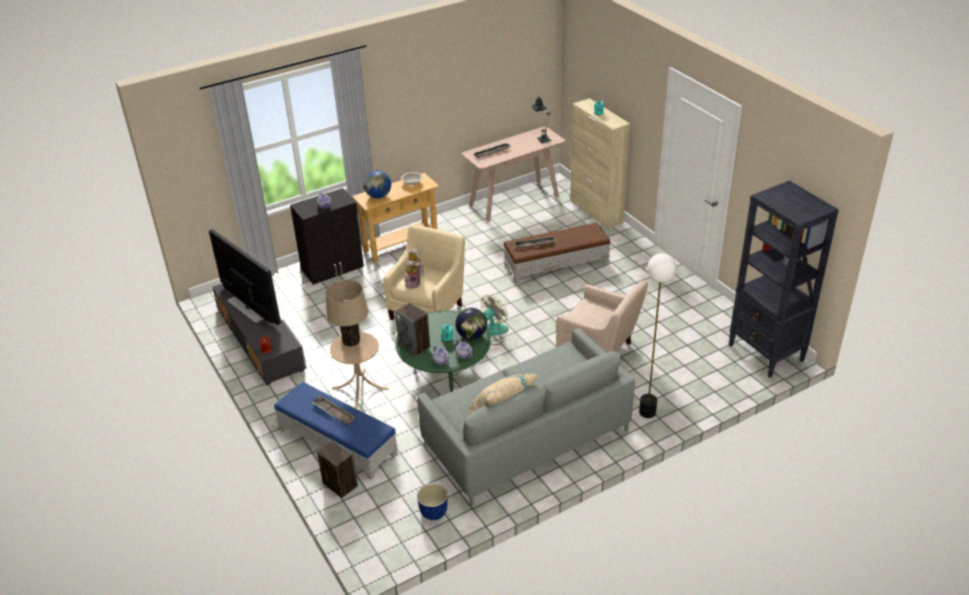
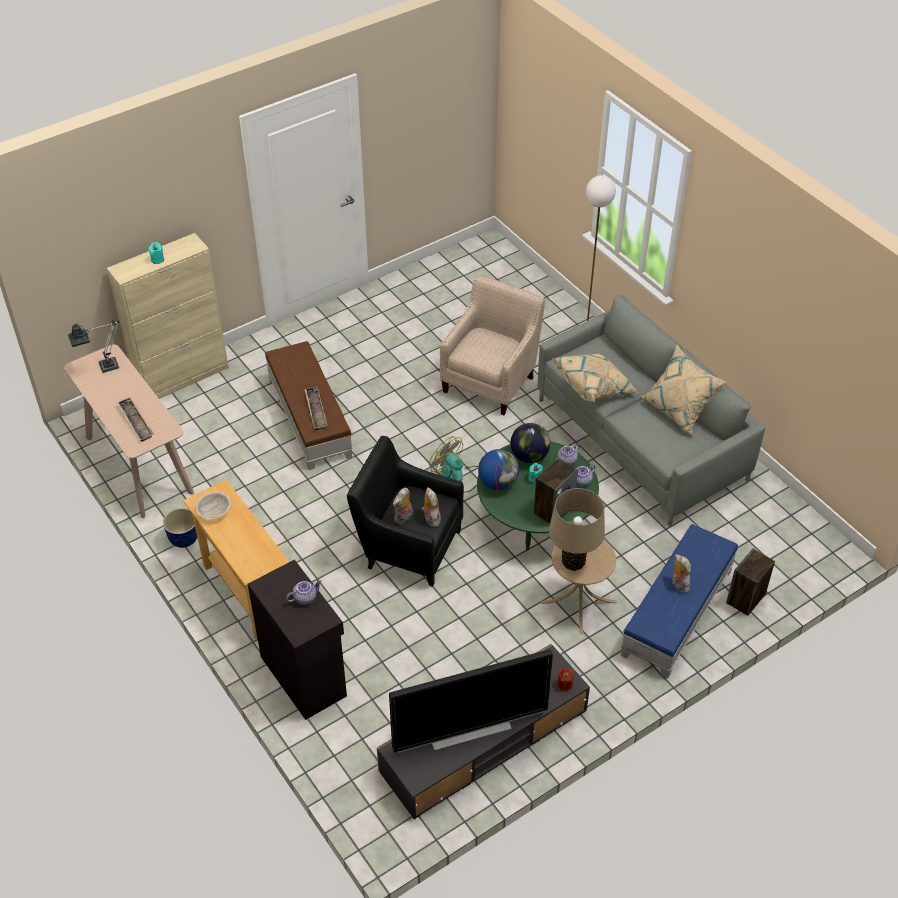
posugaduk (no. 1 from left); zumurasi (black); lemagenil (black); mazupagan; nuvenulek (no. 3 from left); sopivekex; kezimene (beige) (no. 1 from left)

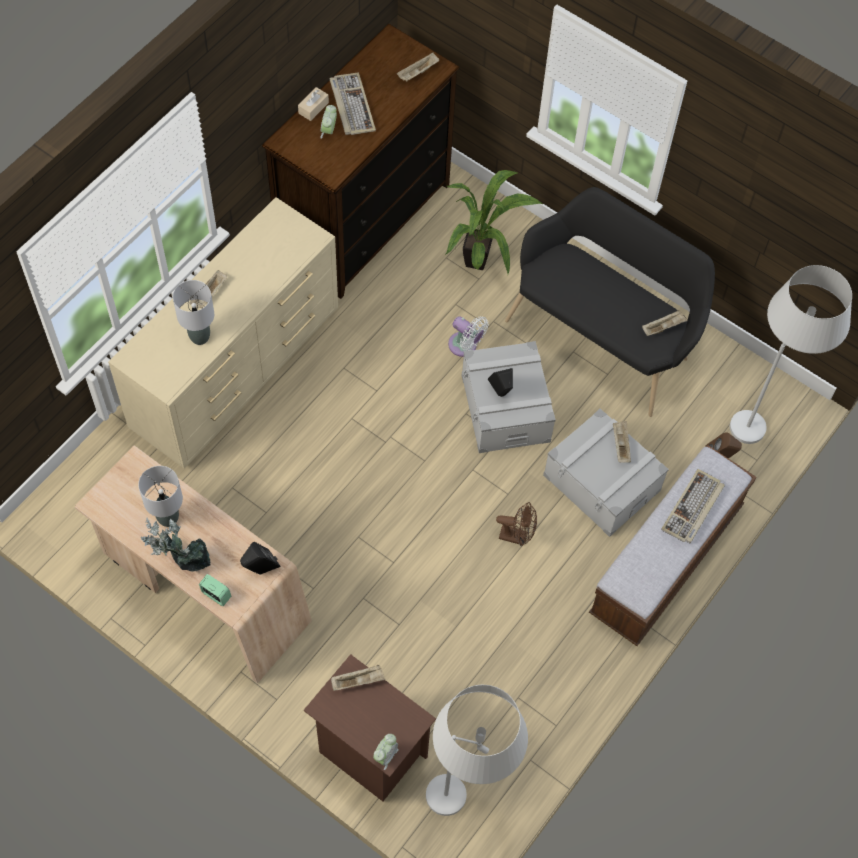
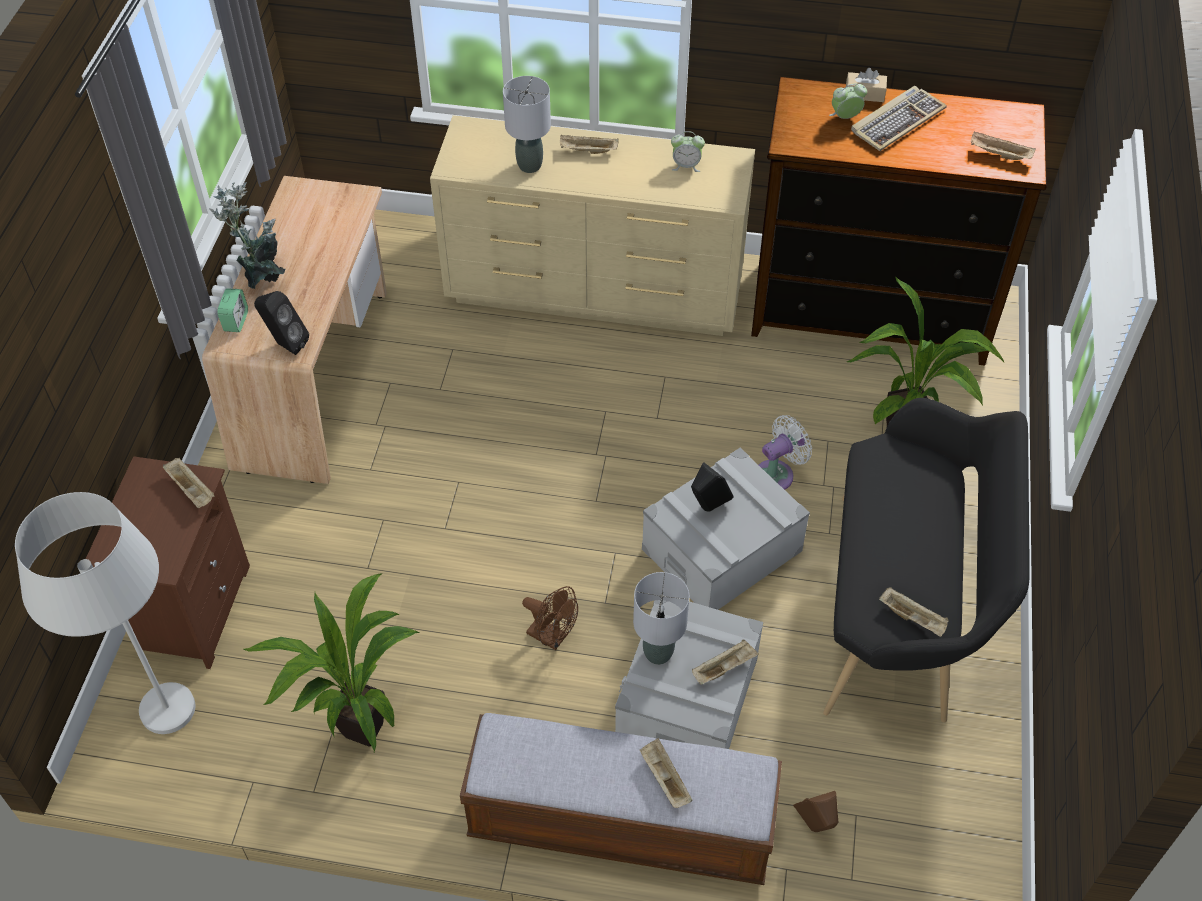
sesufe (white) (no. 2 from left in the first image); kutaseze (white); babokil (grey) (no. 2 from left); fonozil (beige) (no. 3 from left); kutaseze (brown); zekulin (no. 2 from left); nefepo (no. 2 from left)

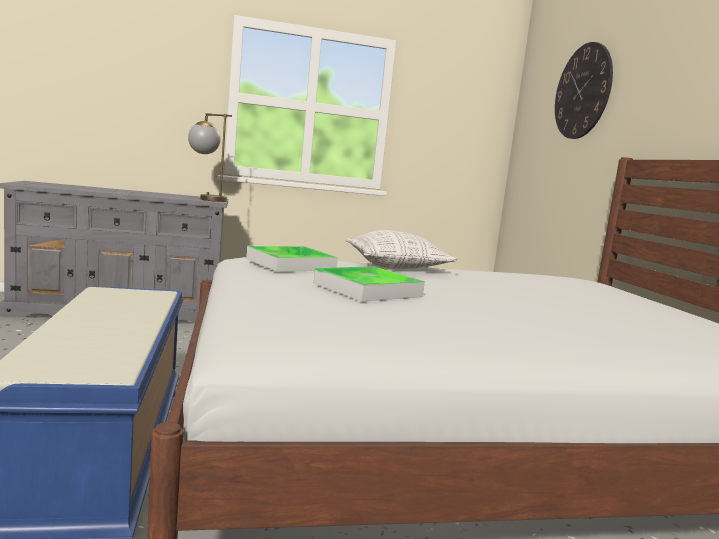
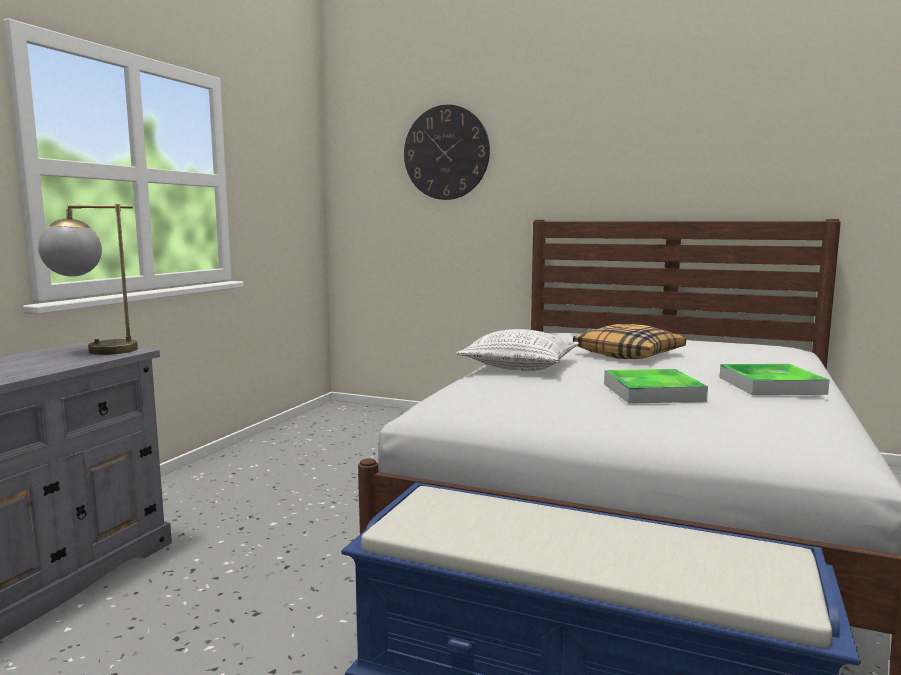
fonozil (no. 2 from left); kezimene (no. 2 from left)

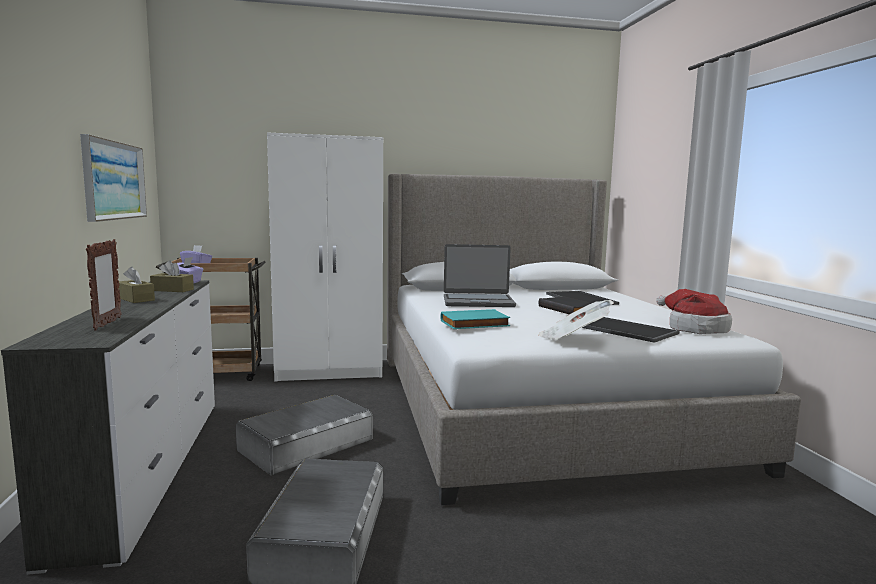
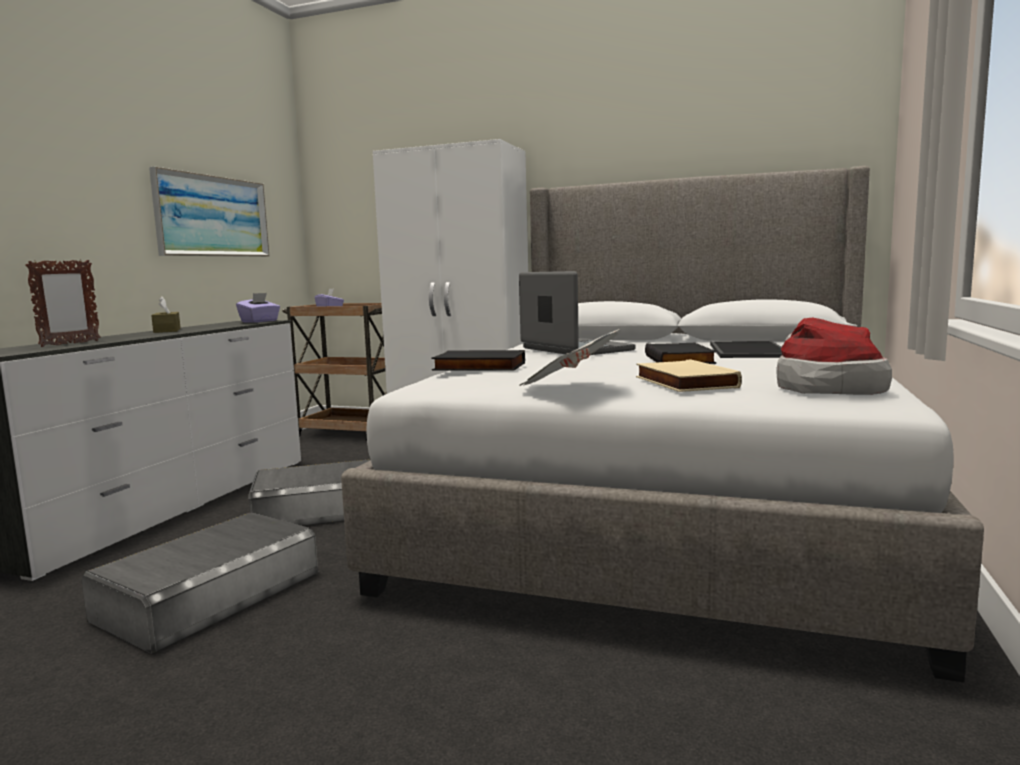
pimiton; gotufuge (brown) (no. 2 from left in the first image); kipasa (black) (no. 1 from left); kipasa (beige)

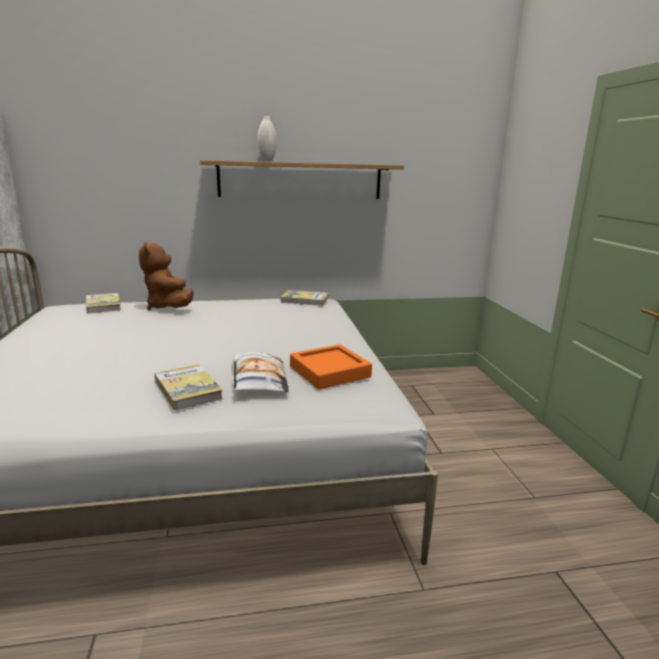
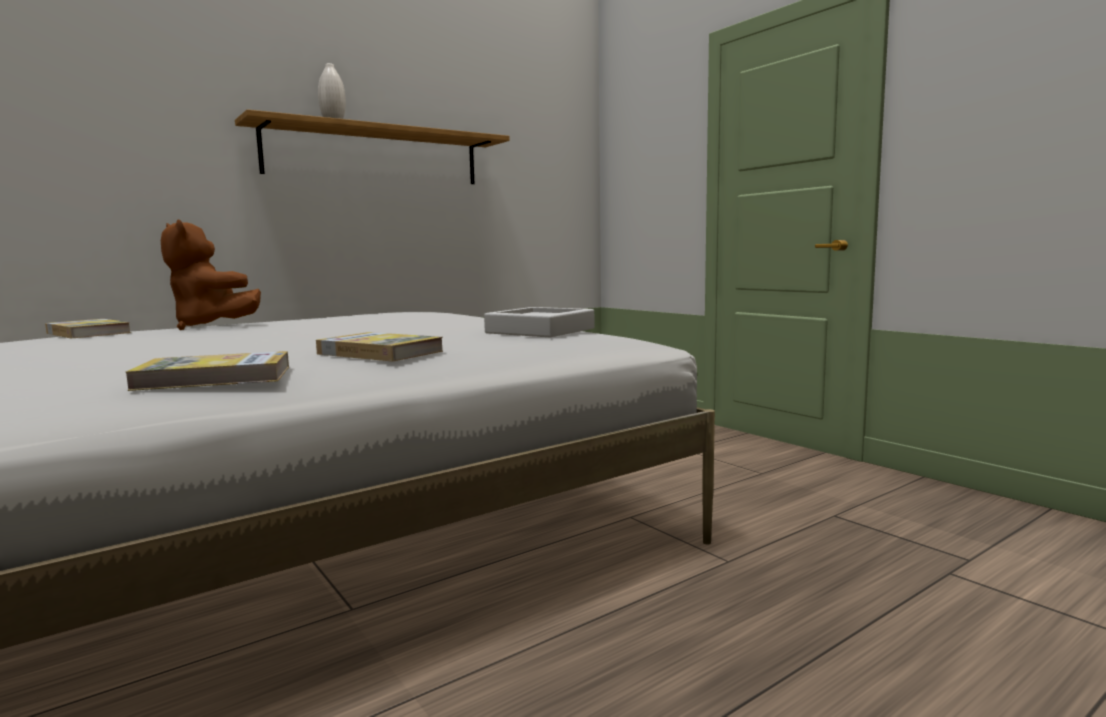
kipasa (no. 2 from left); fonozil (grey); kezimene

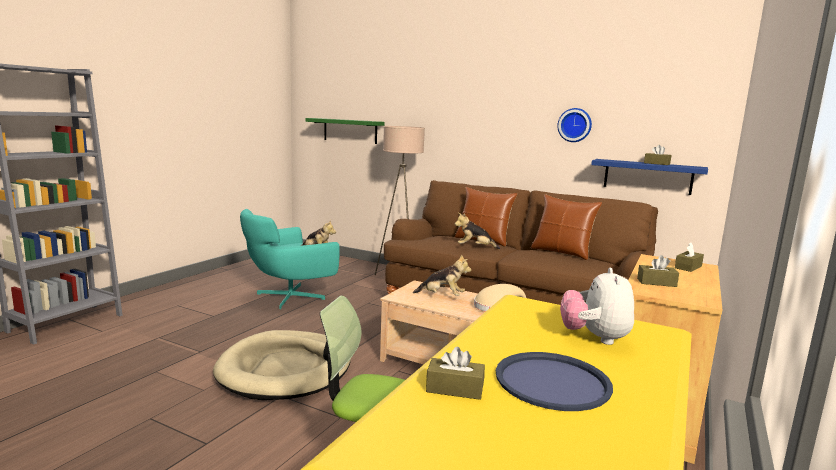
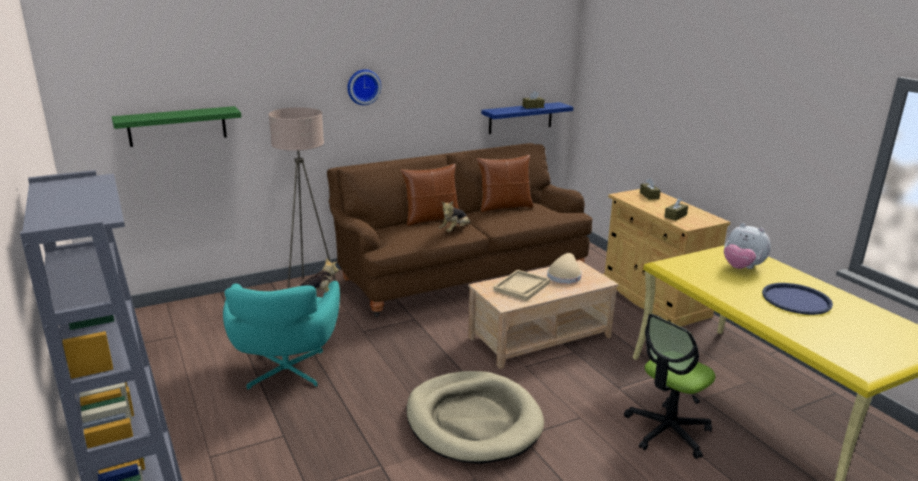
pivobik; fonozil (beige); gotufuge (brown) (no. 1 from left in the first image)

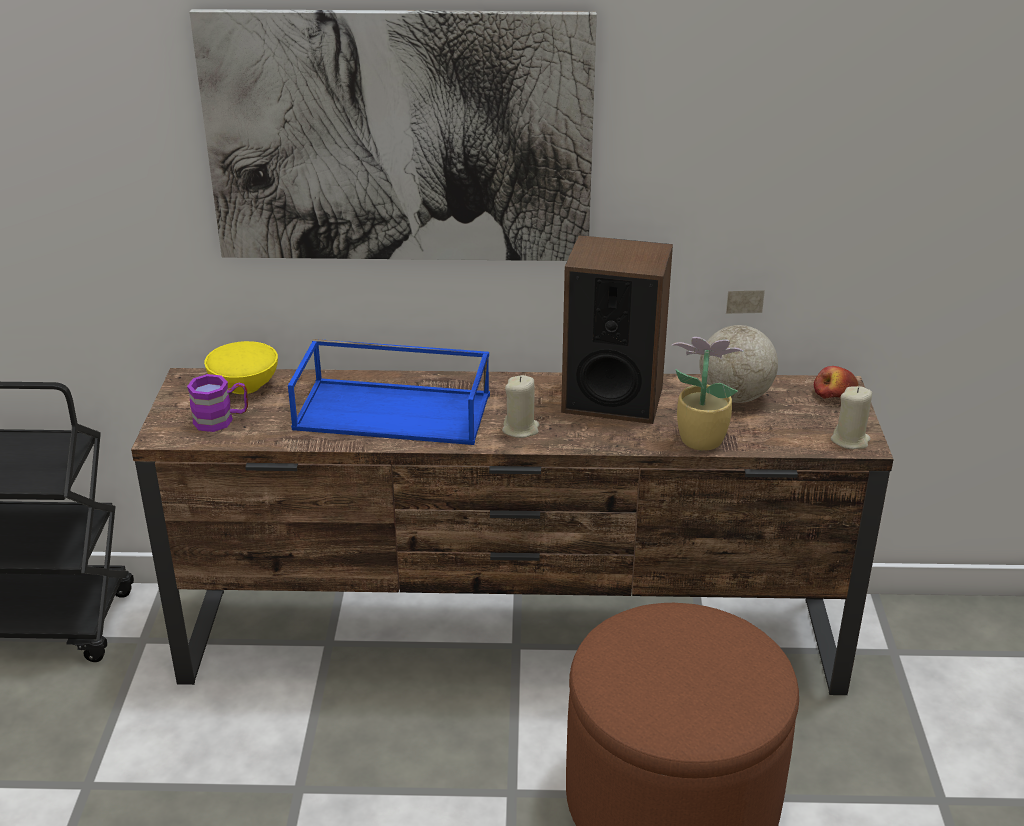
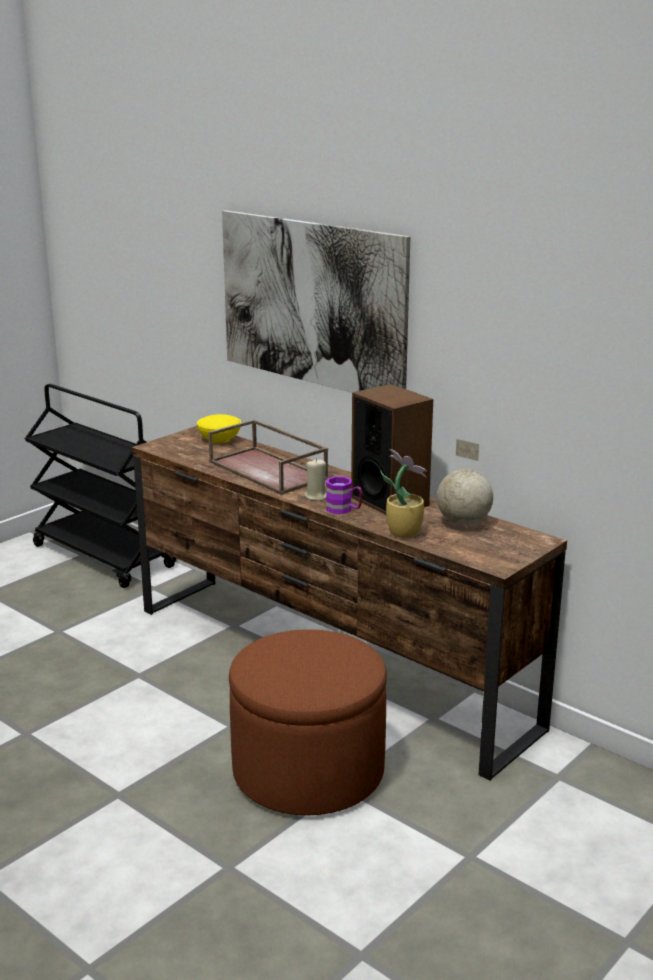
fonozil (brown); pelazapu; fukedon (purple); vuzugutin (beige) (no. 2 from left in the first image)

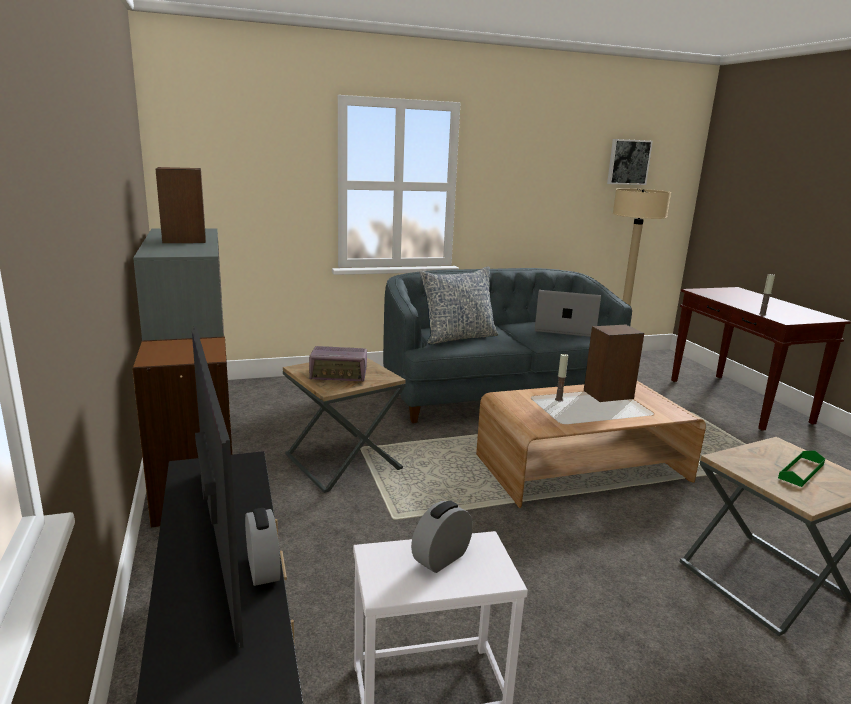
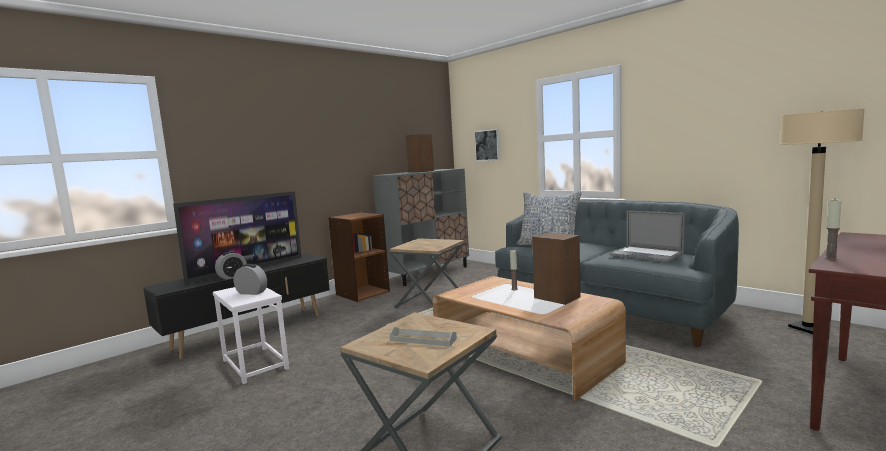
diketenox; pimiton; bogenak; fonozil (grey)

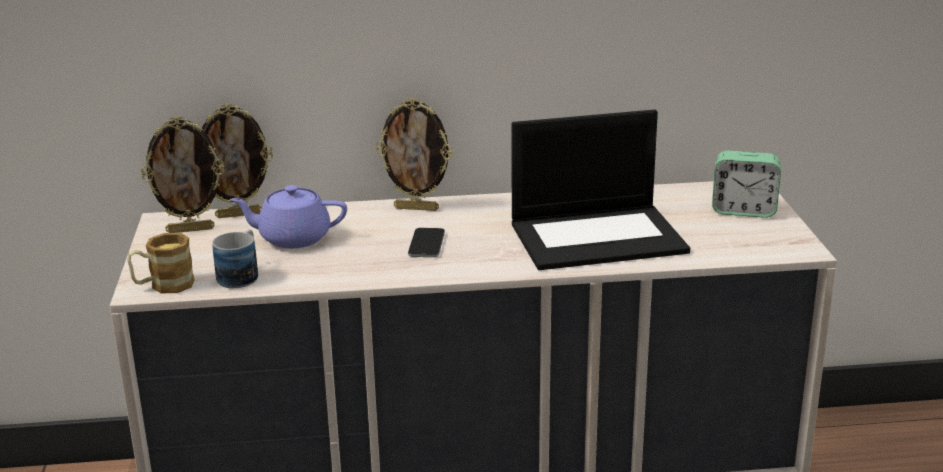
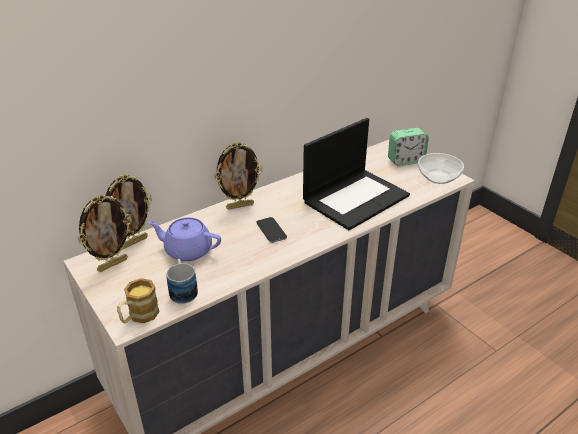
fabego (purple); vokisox

